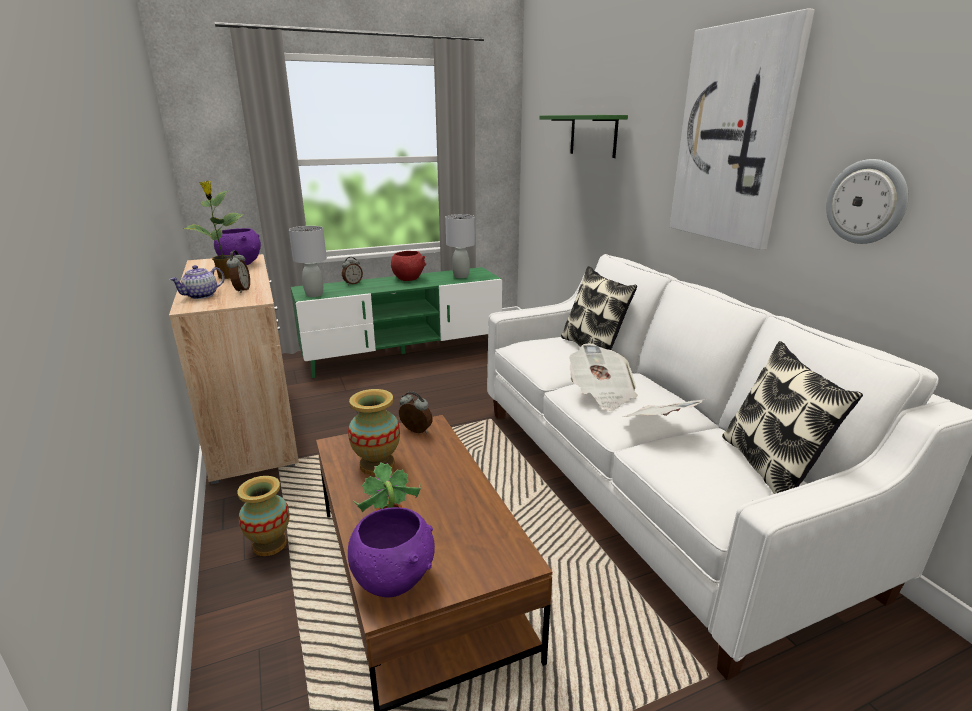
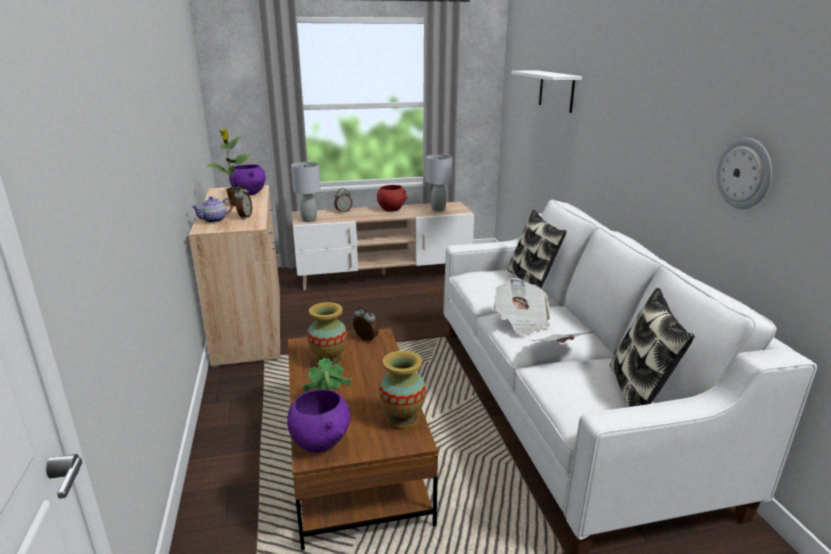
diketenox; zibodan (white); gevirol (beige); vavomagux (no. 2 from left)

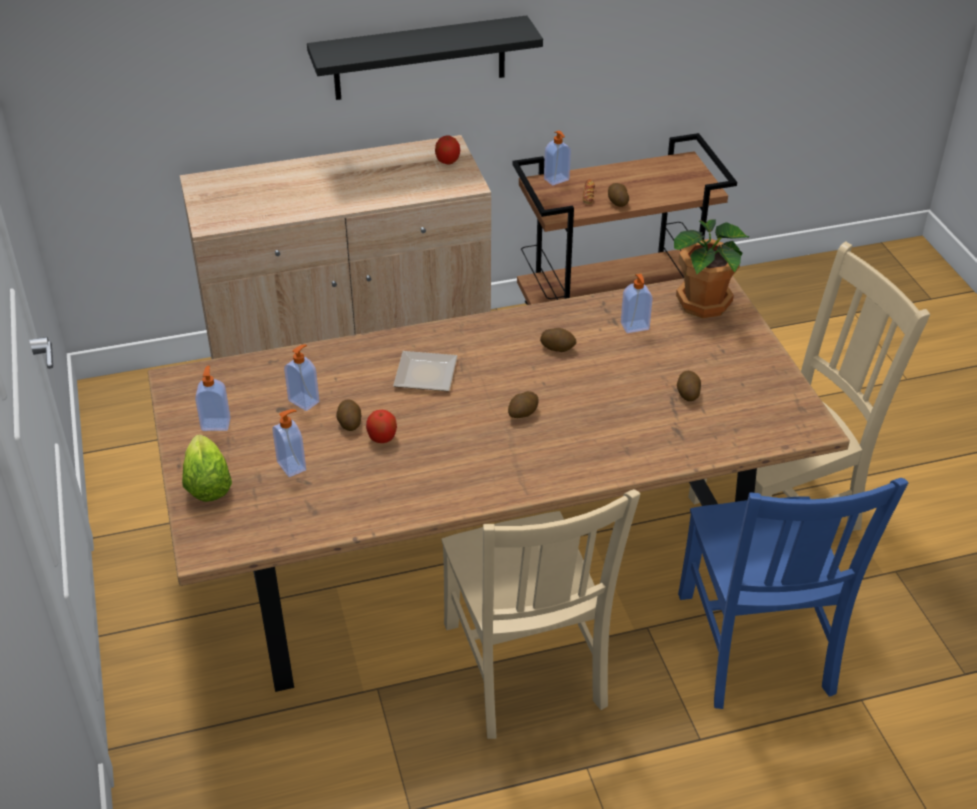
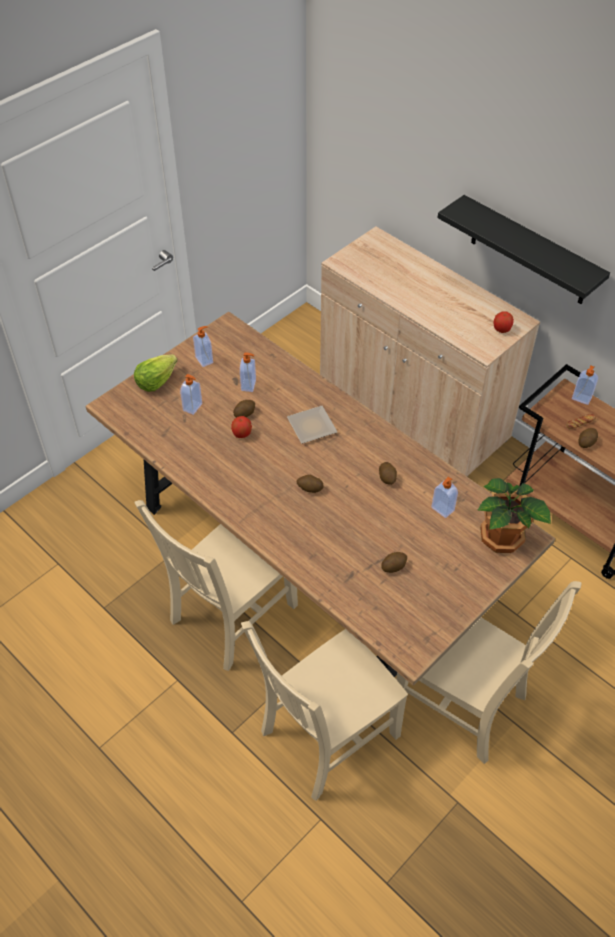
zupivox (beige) (no. 2 from left)

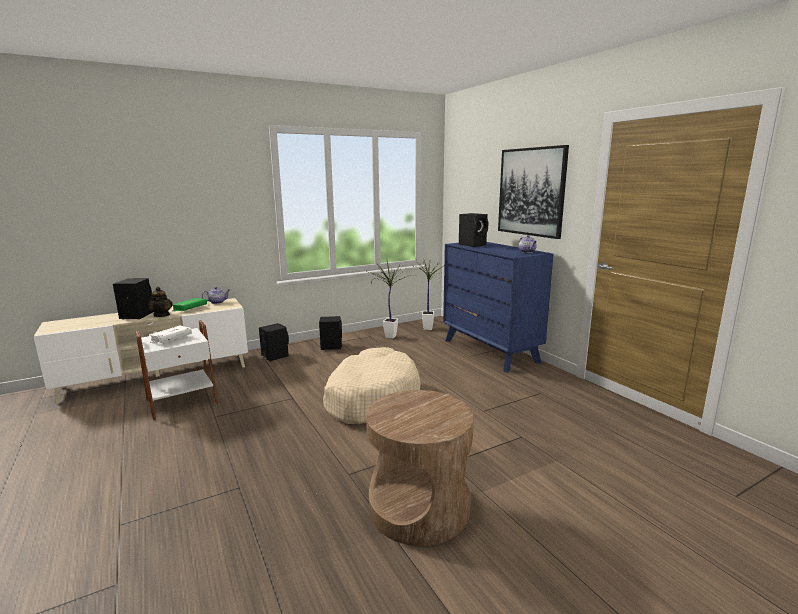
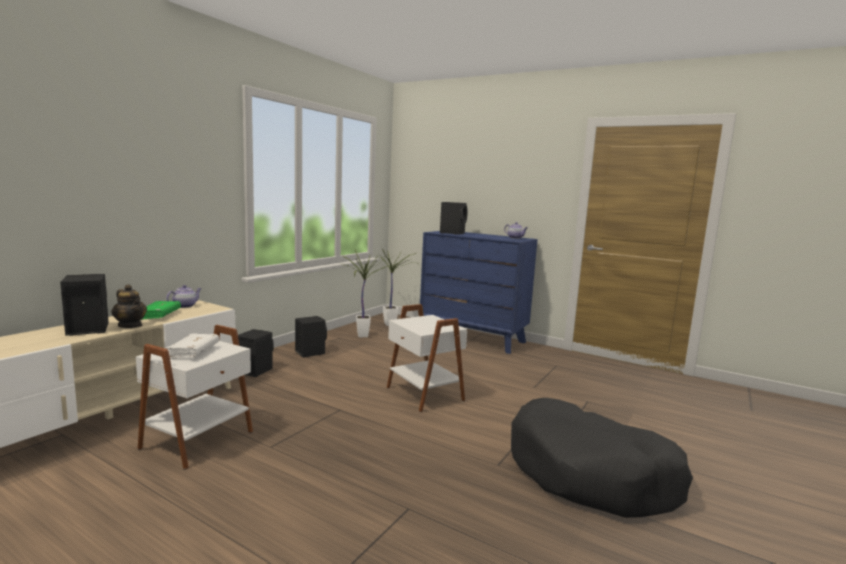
diketenox; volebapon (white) (no. 2 from left); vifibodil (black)

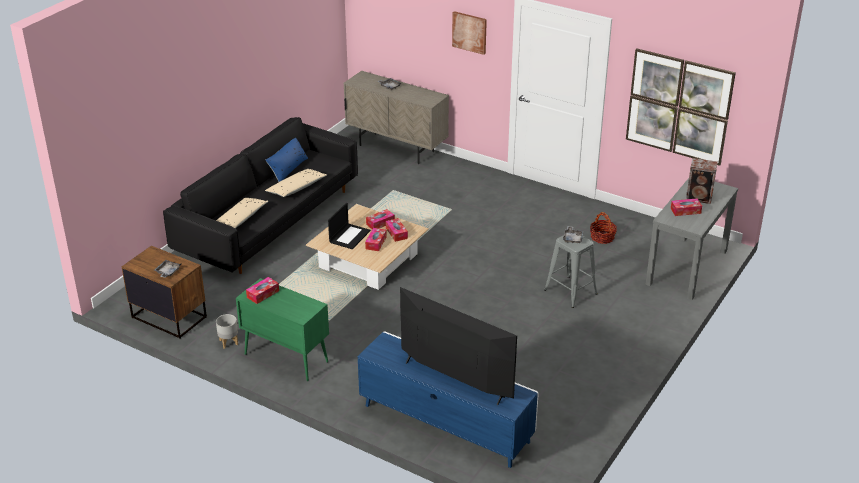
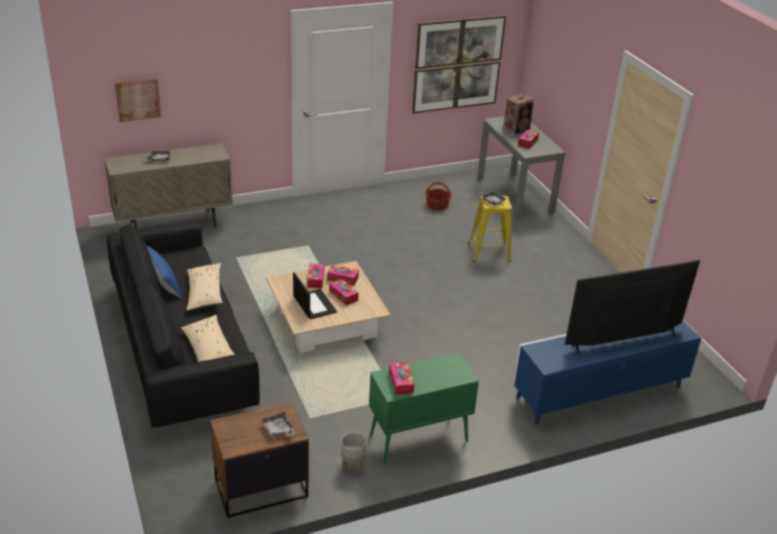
diketenox (no. 1 from left); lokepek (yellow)

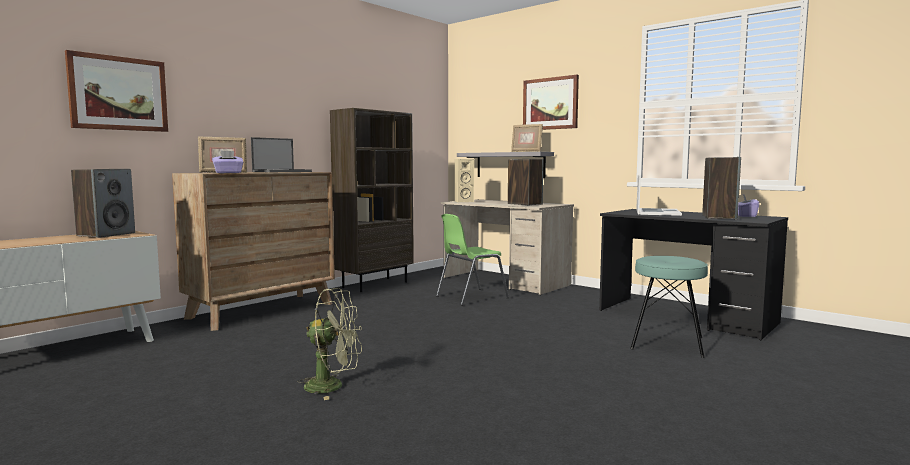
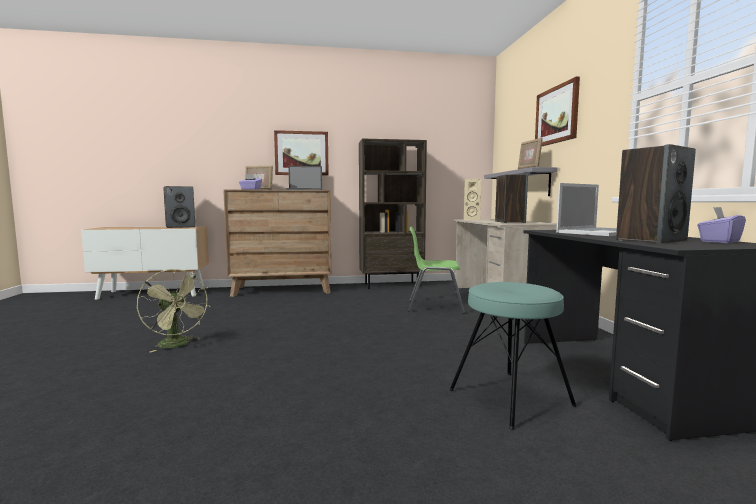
diketenox (no. 1 from left)

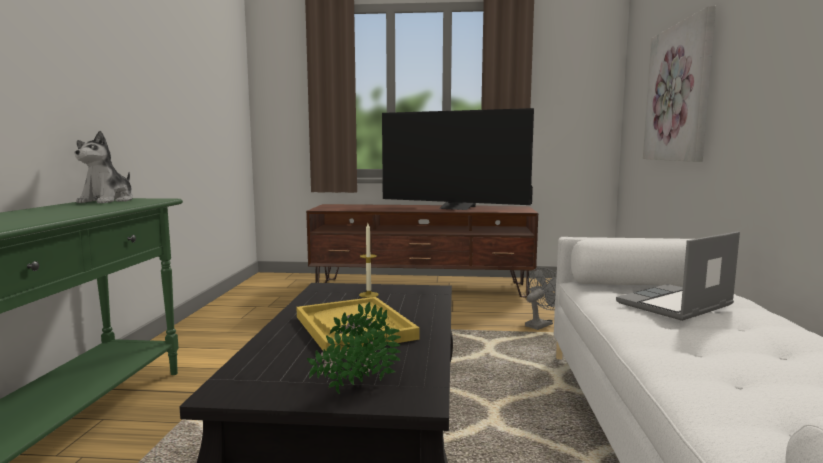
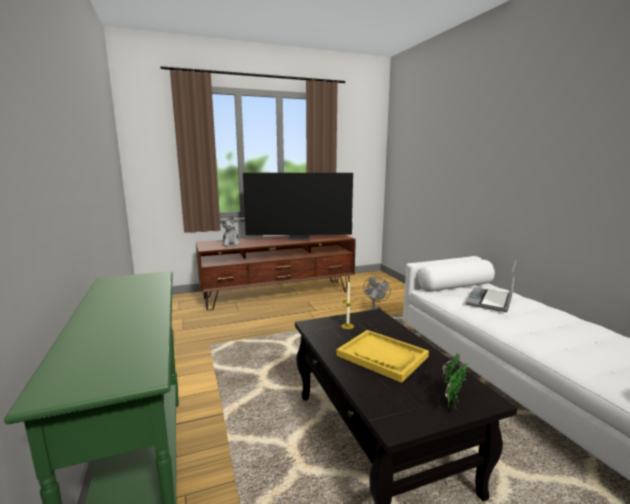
diketenox; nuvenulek

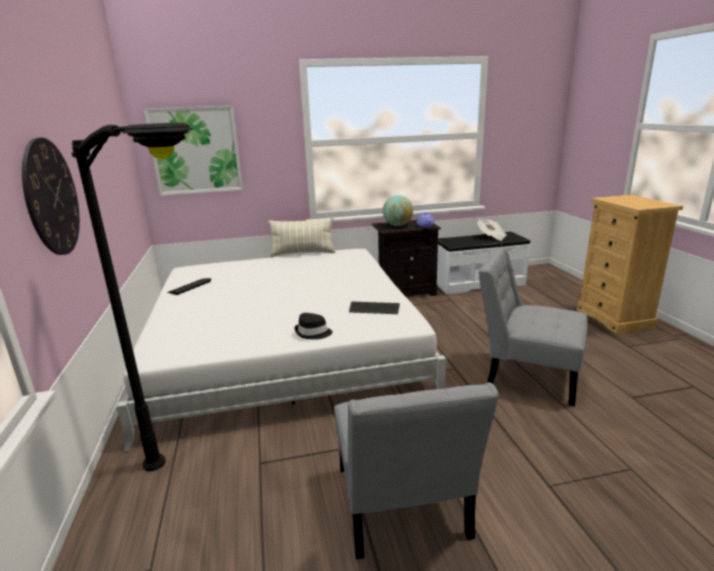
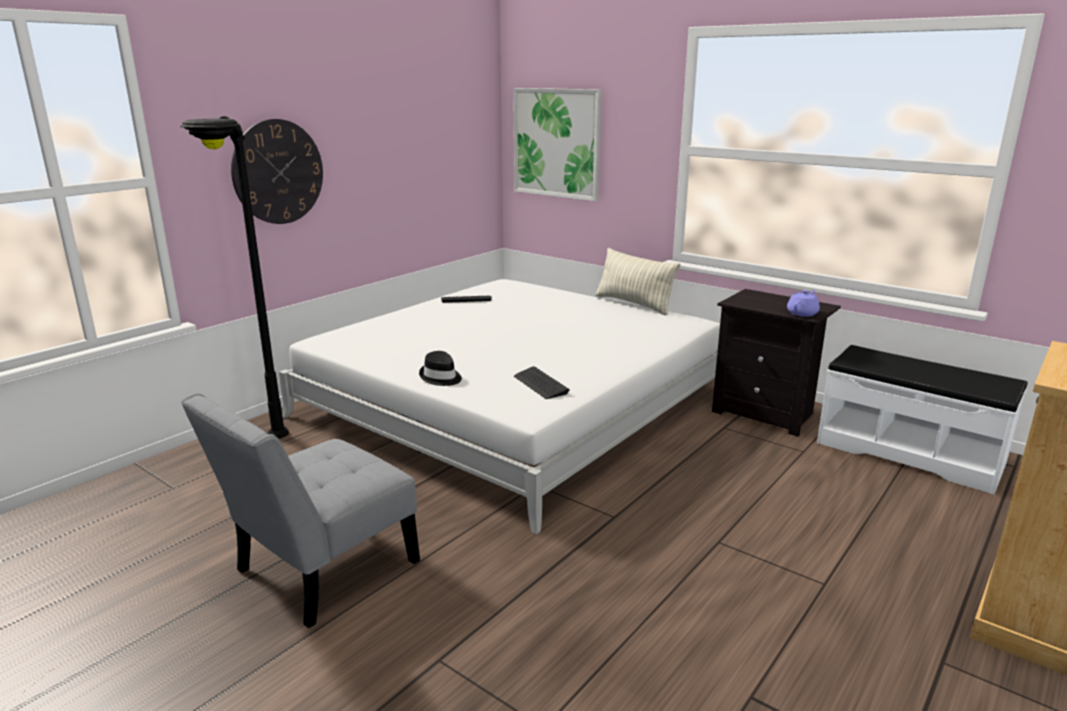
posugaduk; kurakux; zupivox (grey) (no. 2 from left in the first image)

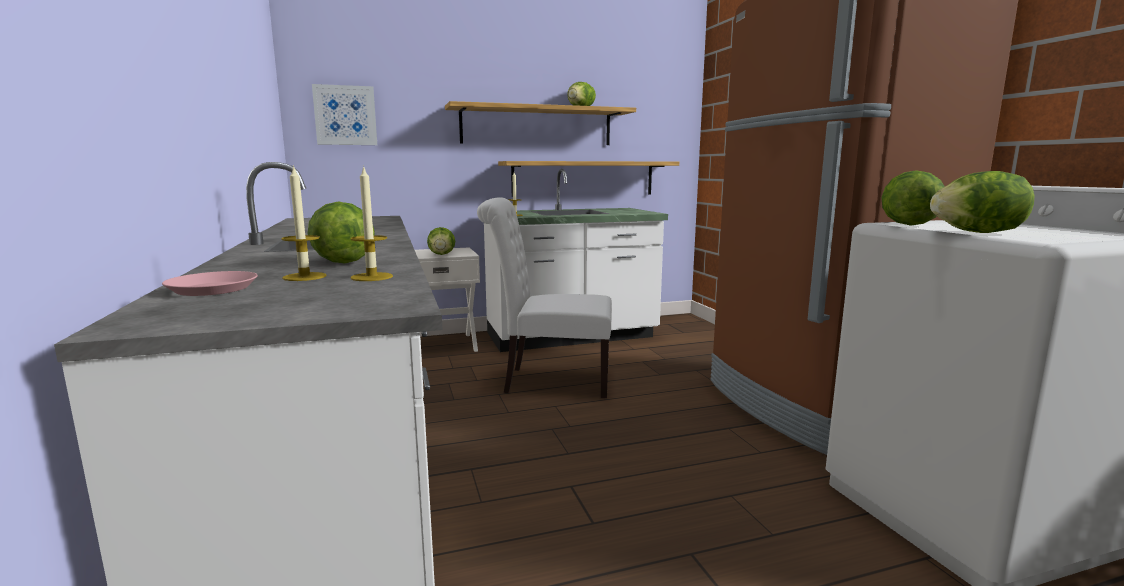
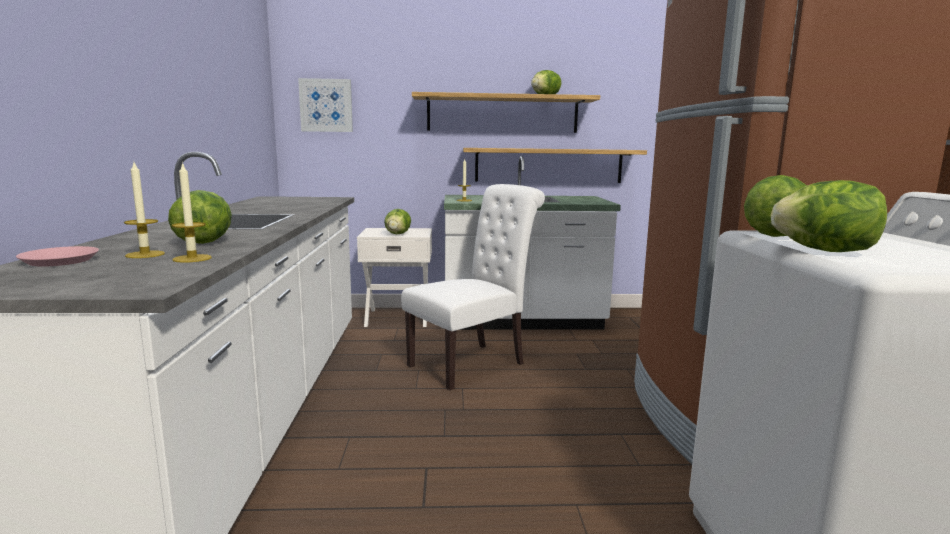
zupivox (white)

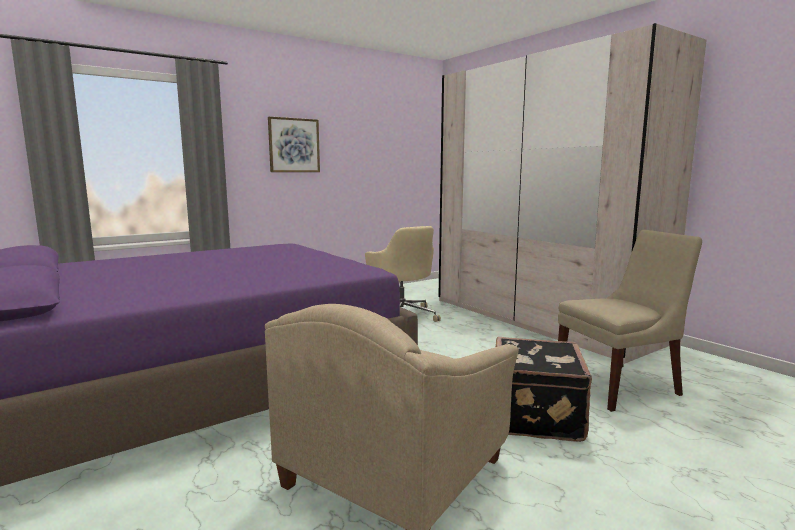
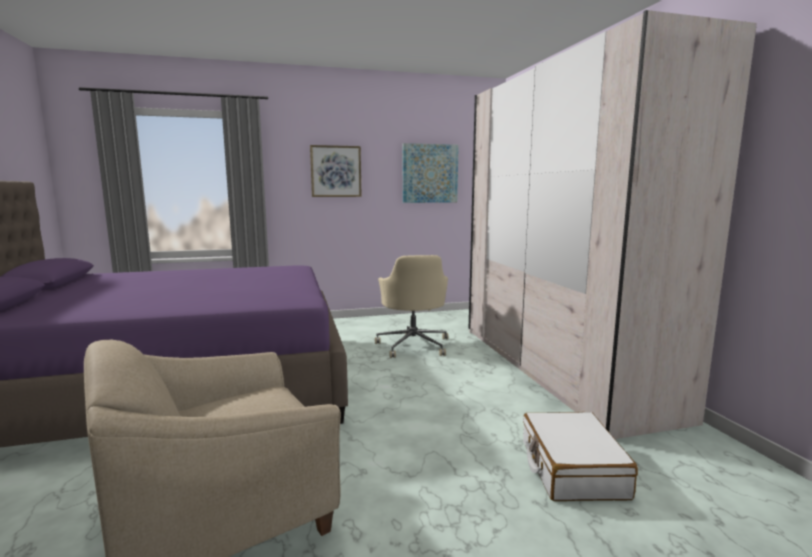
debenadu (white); debenadu (black); diketenox (no. 2 from left)

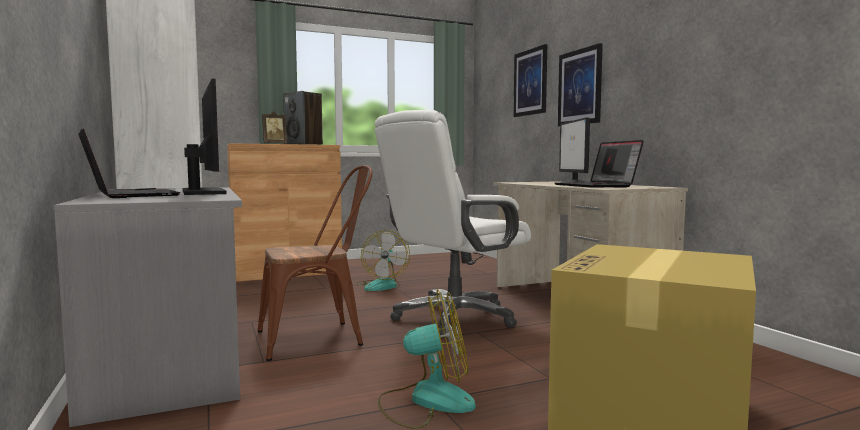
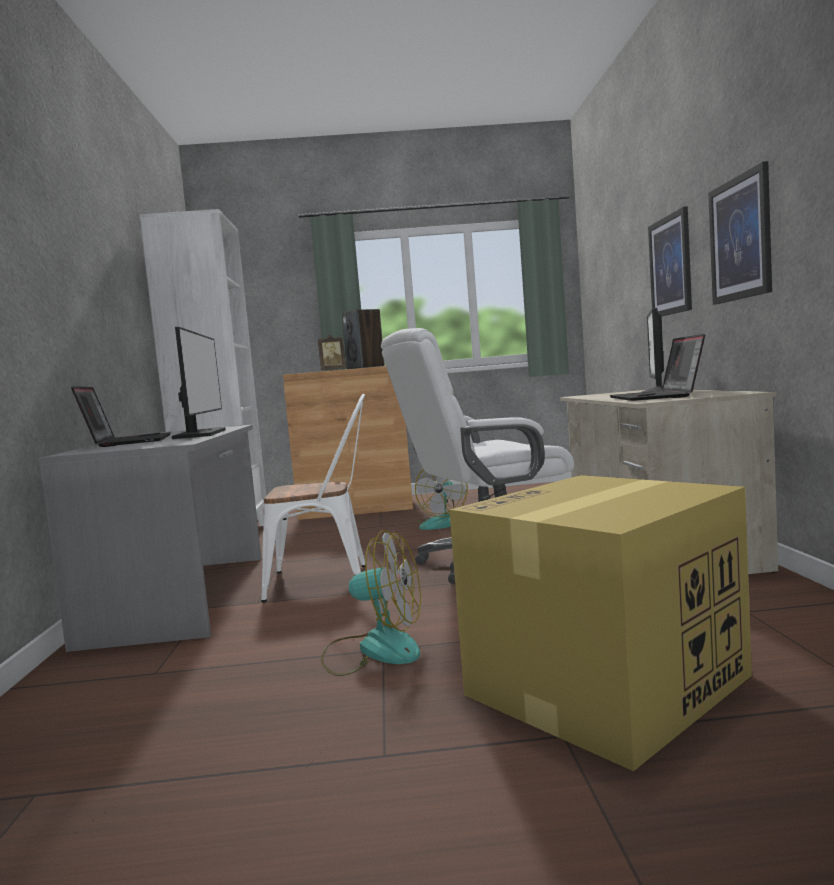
diketenox (no. 2 from left); zupivox (white)

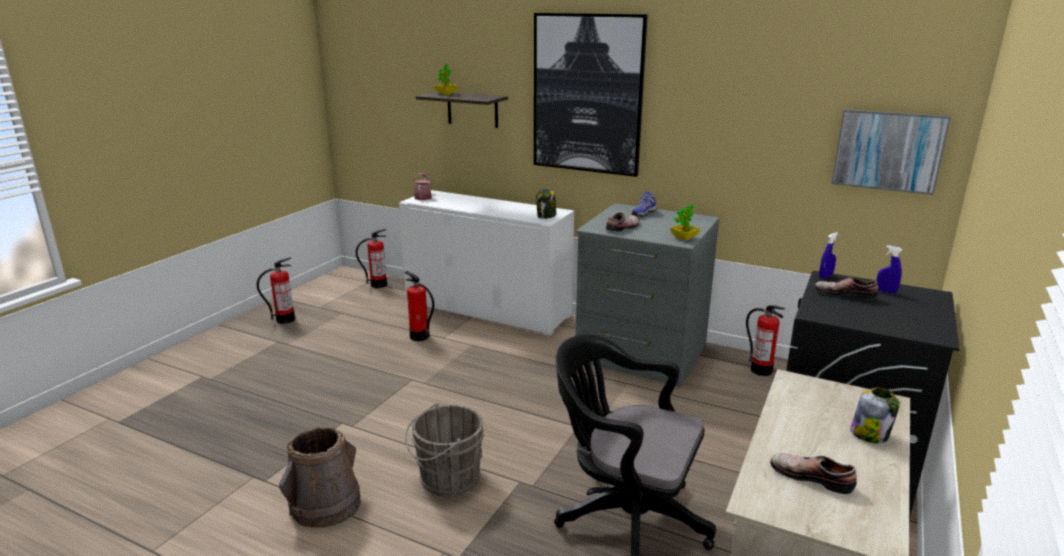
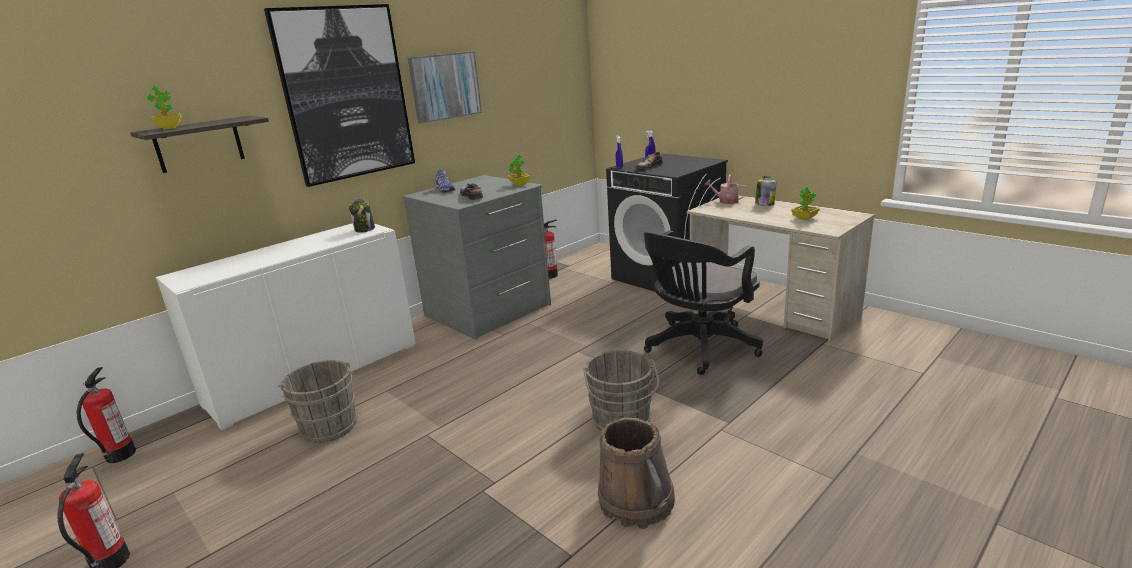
diketenox (no. 2 from left); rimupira; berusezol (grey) (no. 1 from left); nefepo (no. 3 from left)

